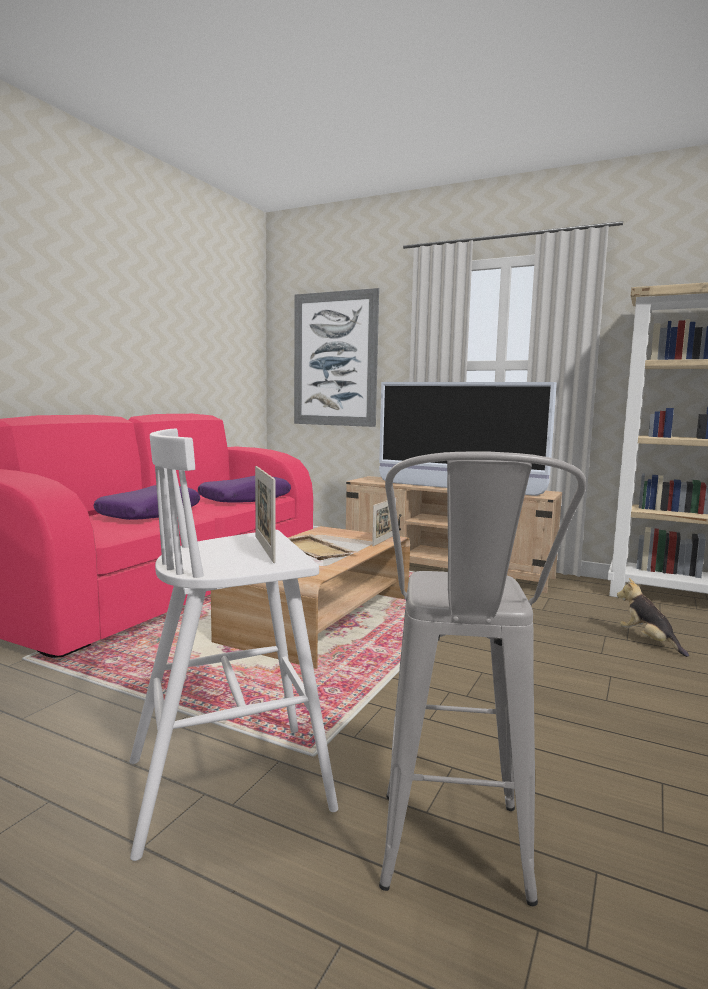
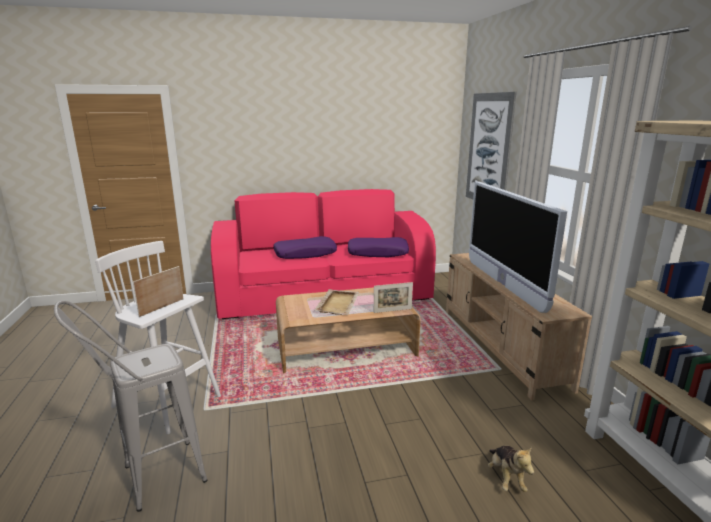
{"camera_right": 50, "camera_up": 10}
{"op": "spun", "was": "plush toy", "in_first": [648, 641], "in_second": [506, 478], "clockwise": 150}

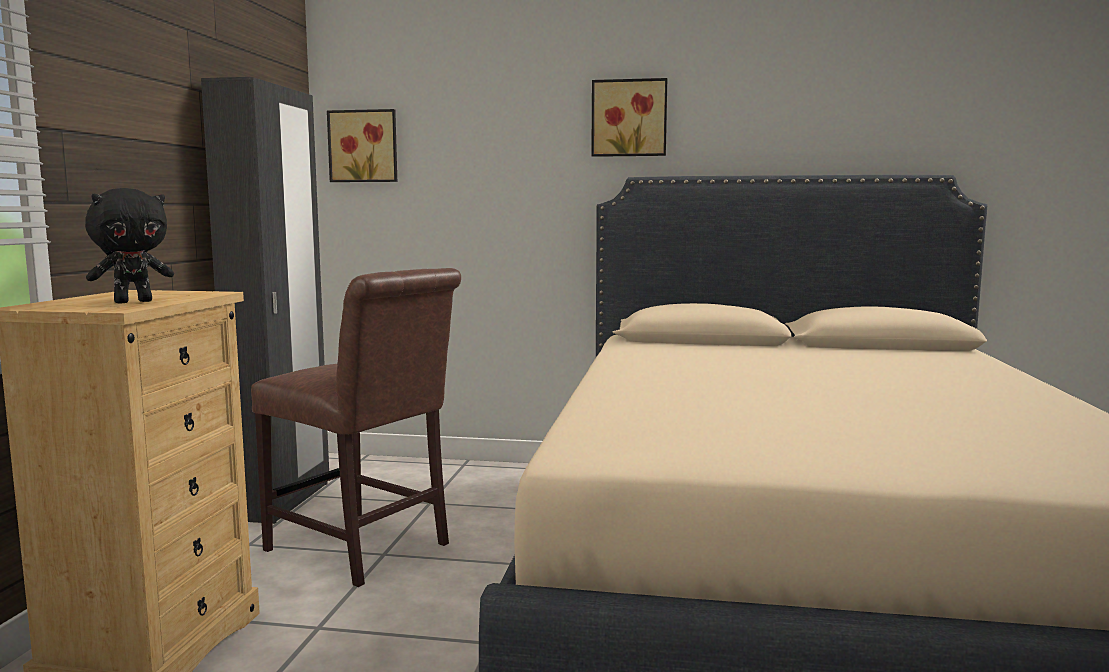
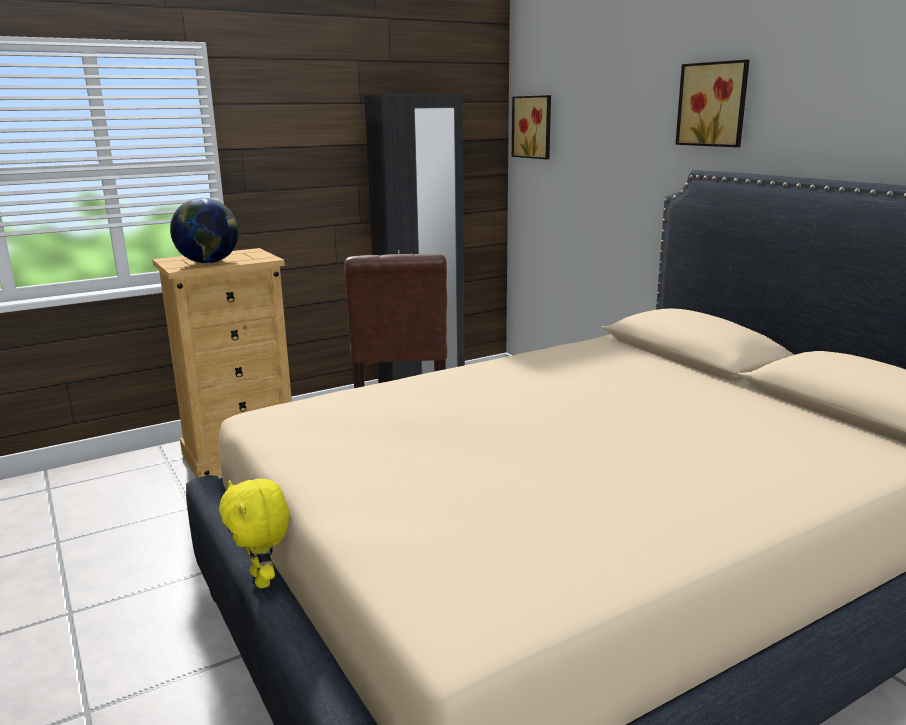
{"camera_right": 50, "camera_up": 10}
{"op": "appeared", "now": "plush toy in yellow", "in_second": [263, 579]}
{"op": "exchanged", "was": "plush toy in black", "now": "globe", "in_first": [133, 302], "in_second": [209, 262]}

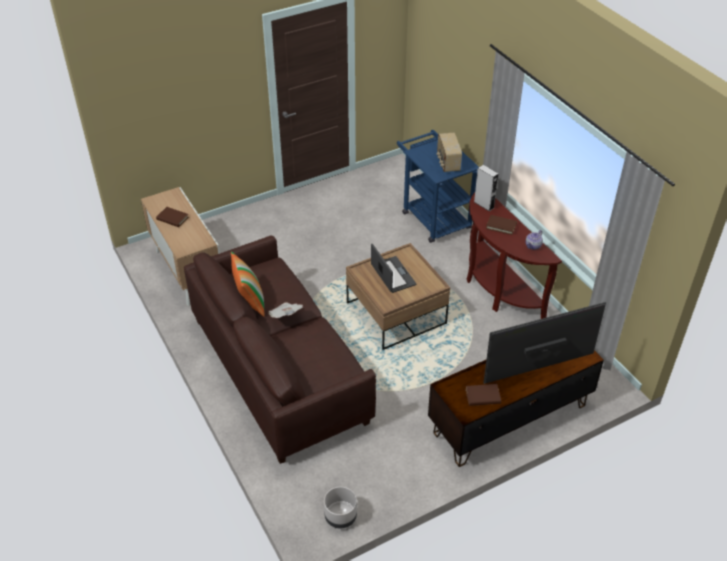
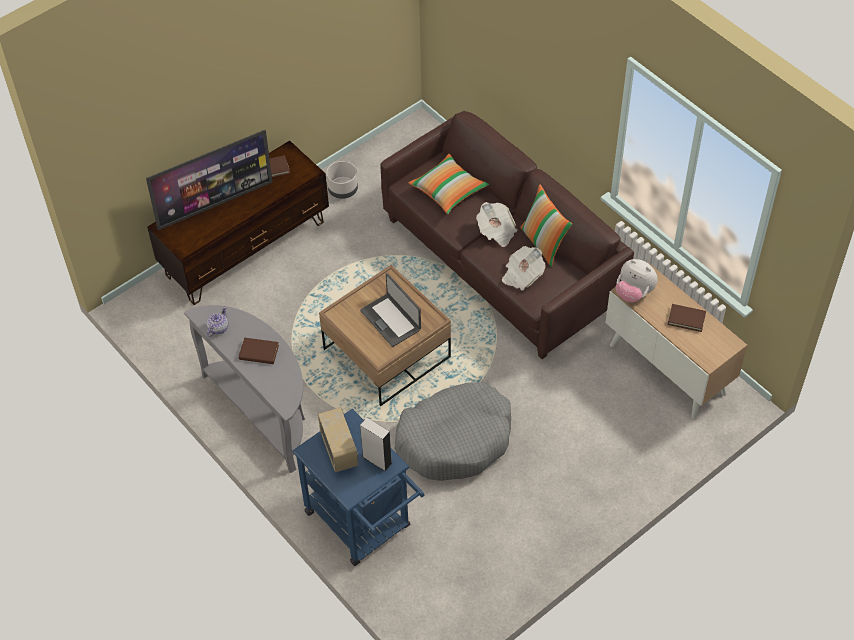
{"camera_right": 170, "camera_up": 10}
{"op": "appeared", "now": "dog bed in grey", "in_second": [455, 439]}
{"op": "appeared", "now": "pillow", "in_second": [448, 190]}
{"op": "appeared", "now": "newspaper", "in_second": [522, 275]}
{"op": "appeared", "now": "plush toy", "in_second": [634, 293]}
{"op": "relocated", "was": "planter in grey", "in_first": [340, 517], "in_second": [343, 190]}
{"op": "relocated", "was": "speaker in grey", "in_first": [484, 204], "in_second": [377, 460]}
{"op": "colour", "was": "console table in brown", "now": "console table in grey", "in_first": [497, 288], "in_second": [263, 412]}

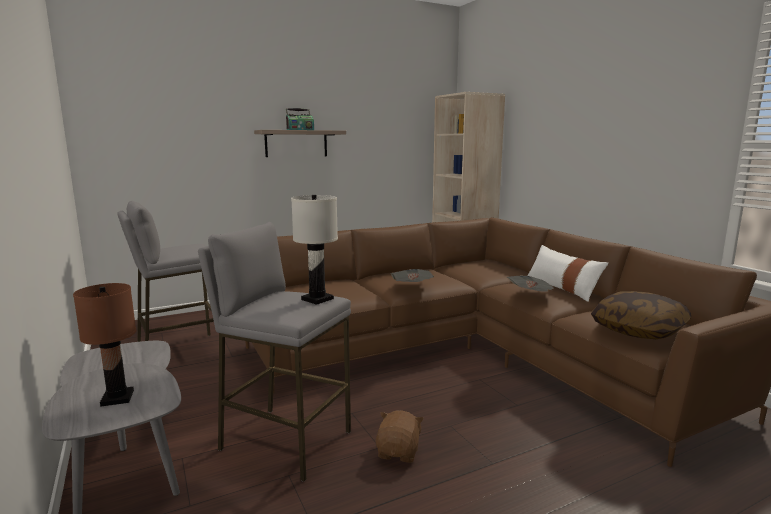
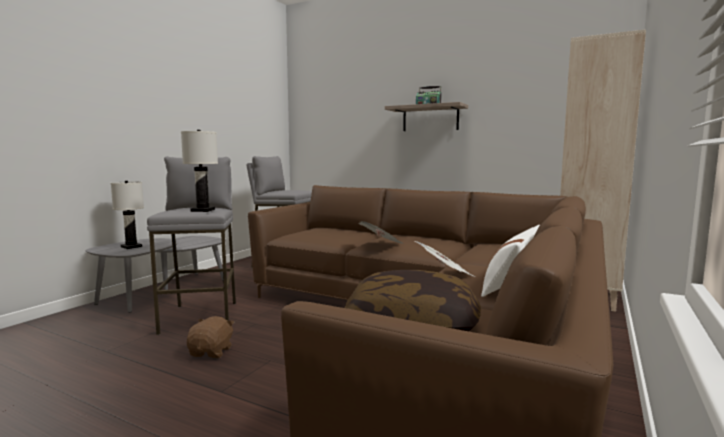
{"camera_right": 55, "camera_up": -5}
{"op": "colour", "was": "table lamp in brown", "now": "table lamp in white", "in_first": [118, 398], "in_second": [131, 247]}
{"op": "spun", "was": "plush toy in brown", "in_first": [399, 452], "in_second": [211, 352], "clockwise": -60}

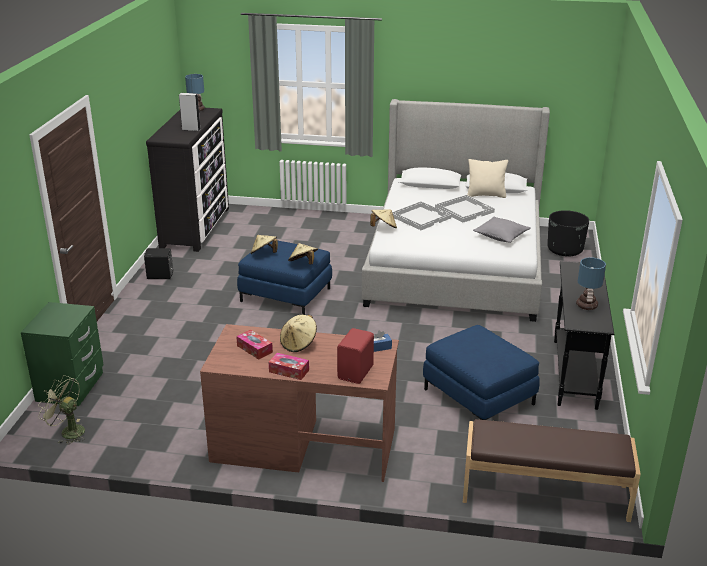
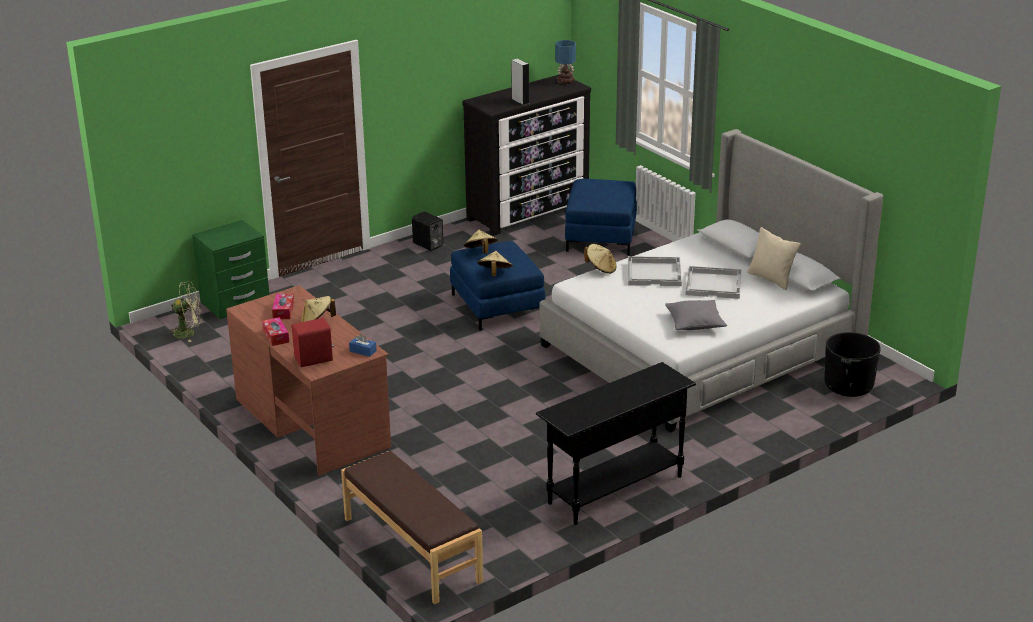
{"camera_right": 45, "camera_up": 0}
{"op": "missing", "was": "table lamp", "in_first": [586, 305]}
{"op": "relocated", "was": "ottoman in blue", "in_first": [479, 396], "in_second": [601, 236]}
{"op": "spun", "was": "fan in green", "in_first": [68, 431], "in_second": [189, 333], "clockwise": 105}

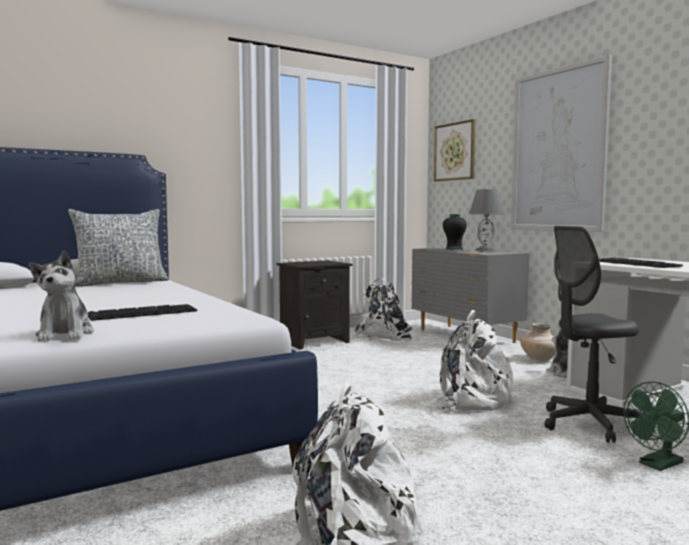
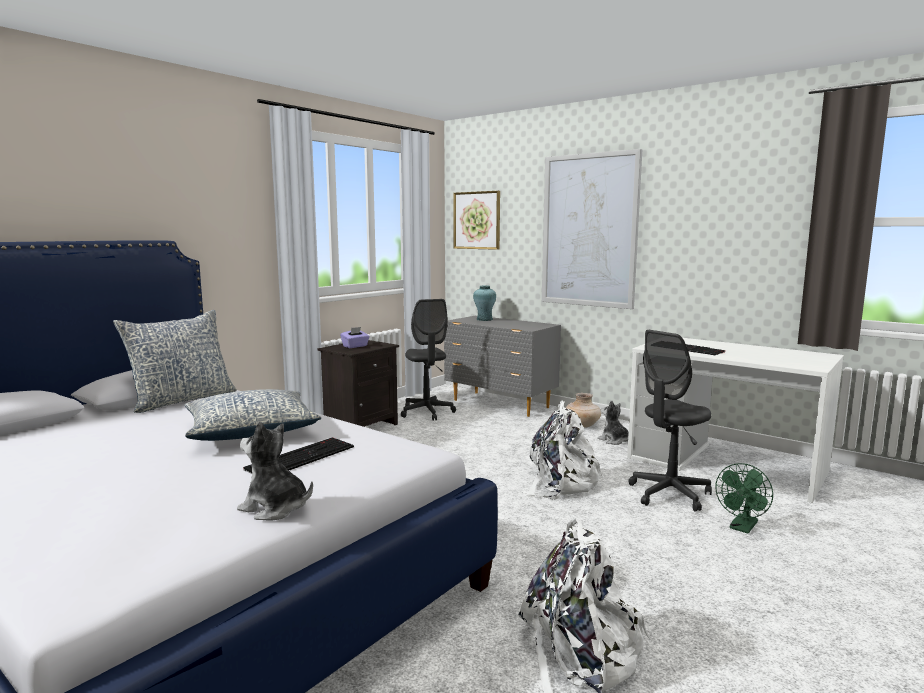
{"camera_right": -20, "camera_up": 5}
{"op": "missing", "was": "table lamp in grey", "in_first": [485, 250]}
{"op": "appeared", "now": "pillow", "in_second": [251, 431]}
{"op": "appeared", "now": "tissue box in purple", "in_second": [355, 346]}
{"op": "exchanged", "was": "backpack in white", "now": "office chair in grey", "in_first": [385, 336], "in_second": [427, 412]}
{"op": "colour", "was": "vase in black", "now": "vase in turquoise", "in_first": [454, 249], "in_second": [484, 319]}
{"op": "spun", "was": "plush toy", "in_first": [65, 334], "in_second": [275, 508], "clockwise": 150}

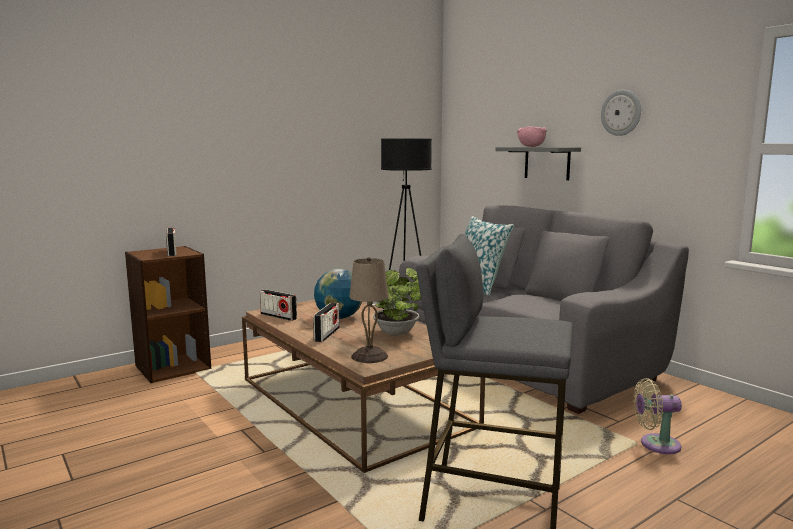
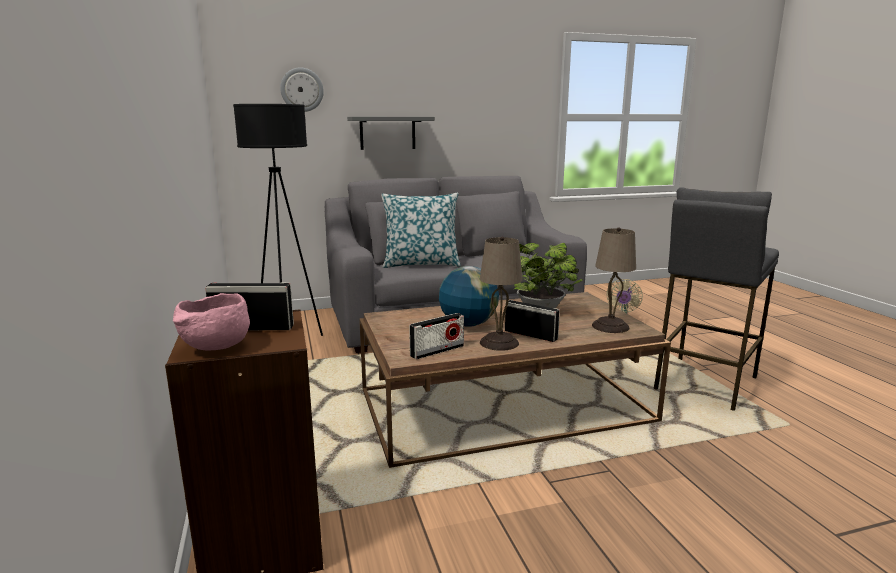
{"camera_right": -70, "camera_up": 5}
{"op": "appeared", "now": "table lamp in beige", "in_second": [498, 342]}
{"op": "relocated", "was": "bowl in pink", "in_first": [531, 146], "in_second": [216, 348]}
{"op": "relocated", "was": "wall clock", "in_first": [621, 113], "in_second": [302, 90]}

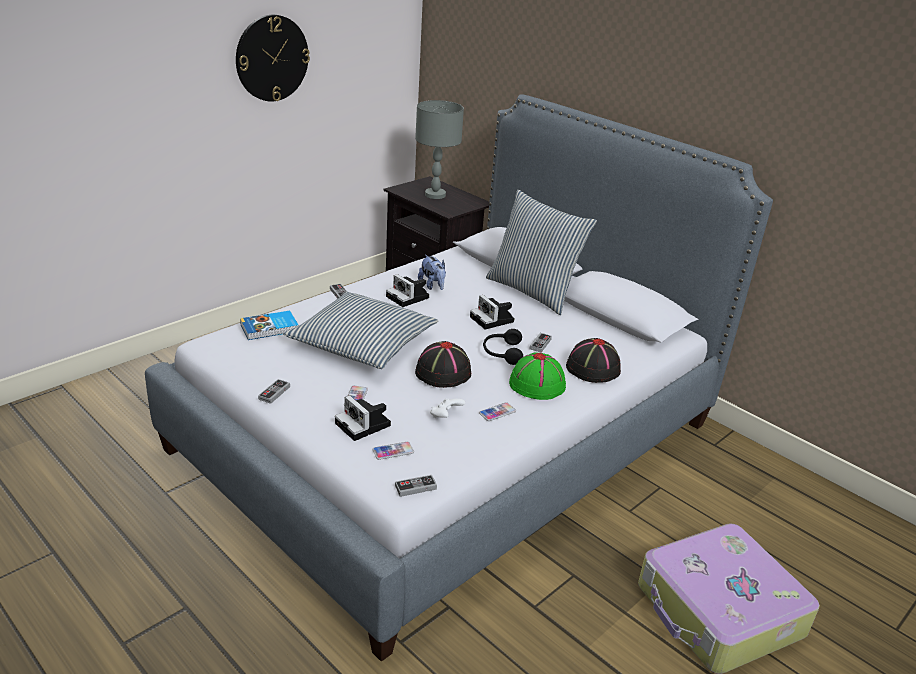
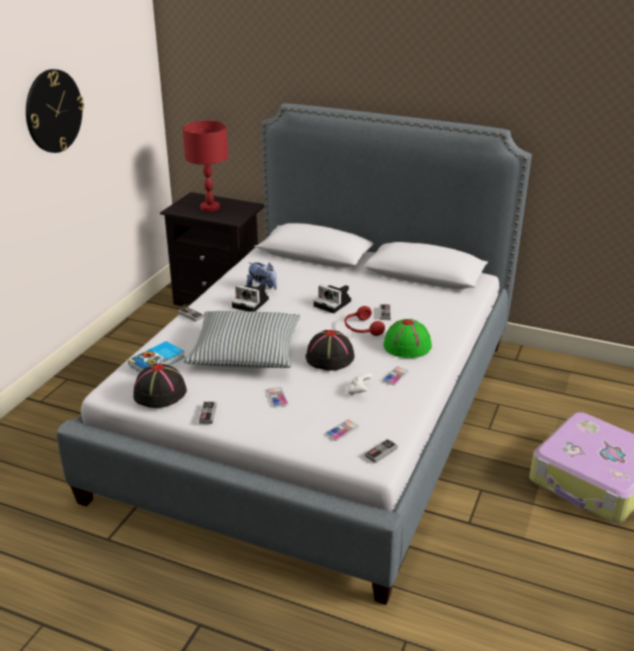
{"camera_right": -20, "camera_up": 0}
{"op": "missing", "was": "photo camera", "in_first": [364, 425]}
{"op": "missing", "was": "pillow", "in_first": [533, 291]}
{"op": "relocated", "was": "hat in black", "in_first": [592, 369], "in_second": [159, 393]}
{"op": "colour", "was": "table lamp in grey", "now": "table lamp in red", "in_first": [435, 195], "in_second": [210, 208]}
{"op": "colour", "was": "headphones in black", "now": "headphones in red", "in_first": [502, 353], "in_second": [361, 328]}

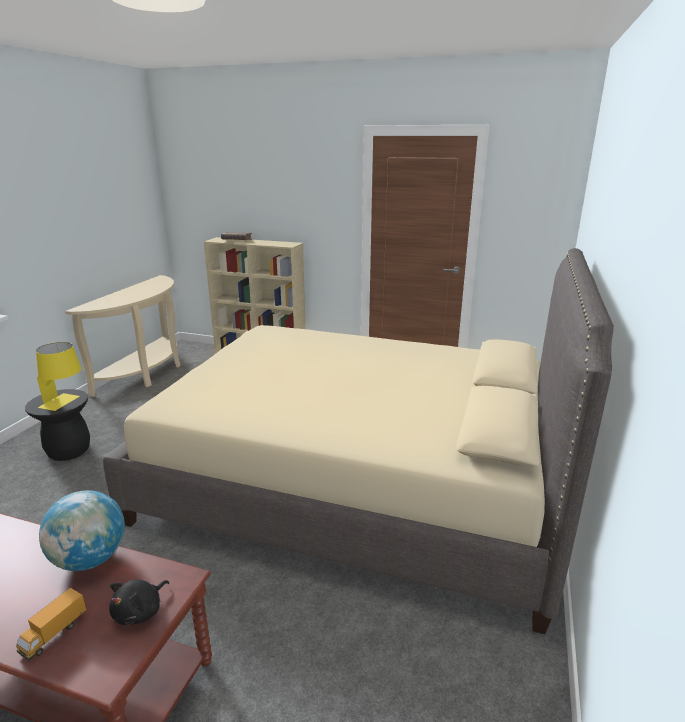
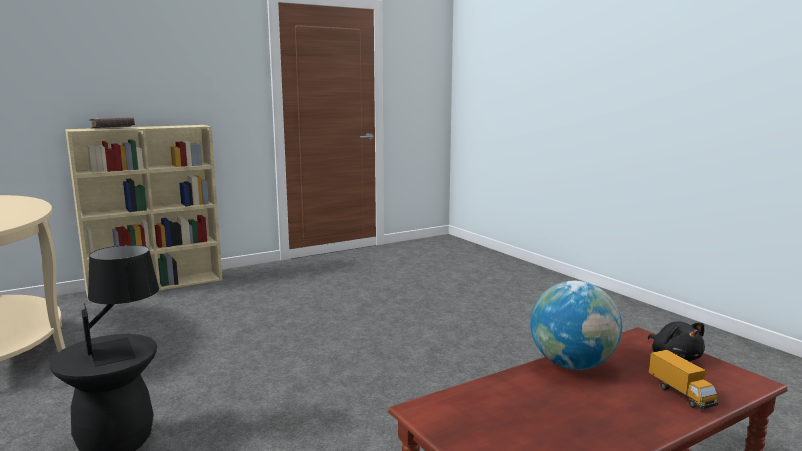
{"camera_right": -50, "camera_up": -10}
{"op": "missing", "was": "bed in beige", "in_first": [356, 482]}
{"op": "colour", "was": "table lamp in yellow", "now": "table lamp in black", "in_first": [65, 402], "in_second": [125, 348]}

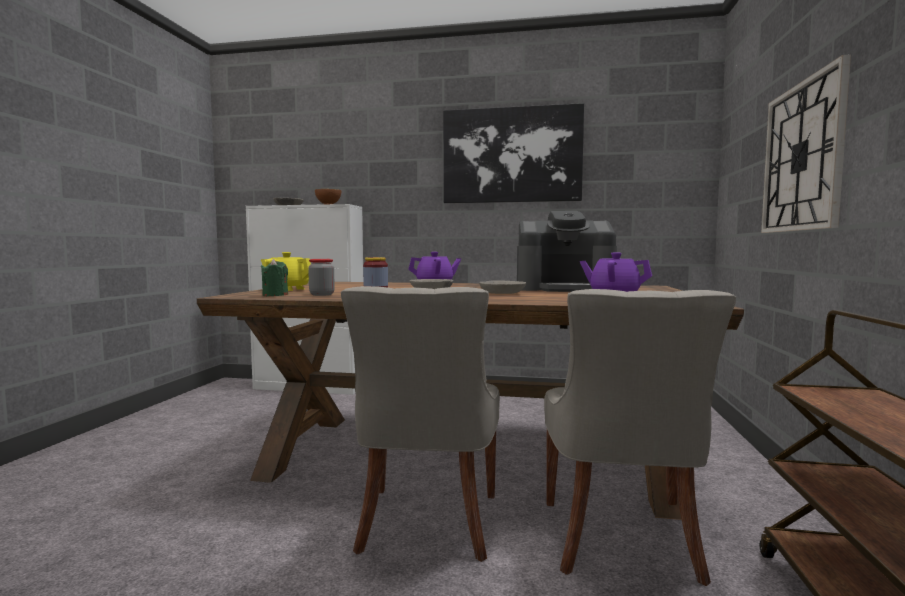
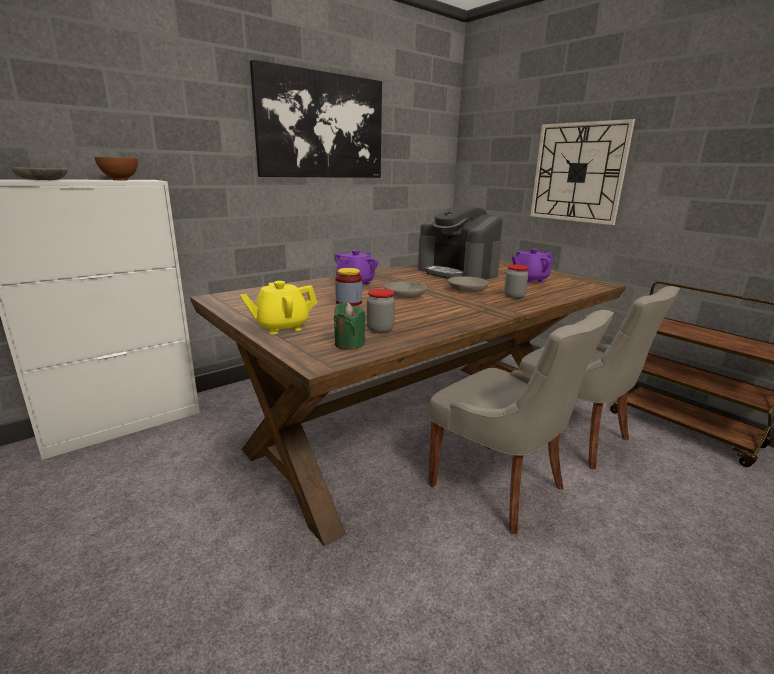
{"camera_right": -50, "camera_up": 15}
{"op": "appeared", "now": "jar", "in_second": [514, 296]}
{"op": "spun", "was": "coffee machine", "in_first": [564, 288], "in_second": [458, 272], "clockwise": 90}

